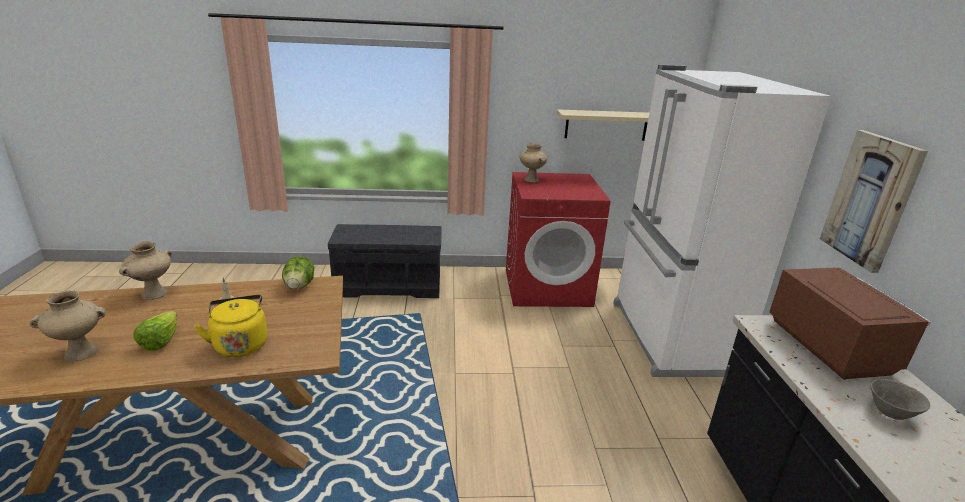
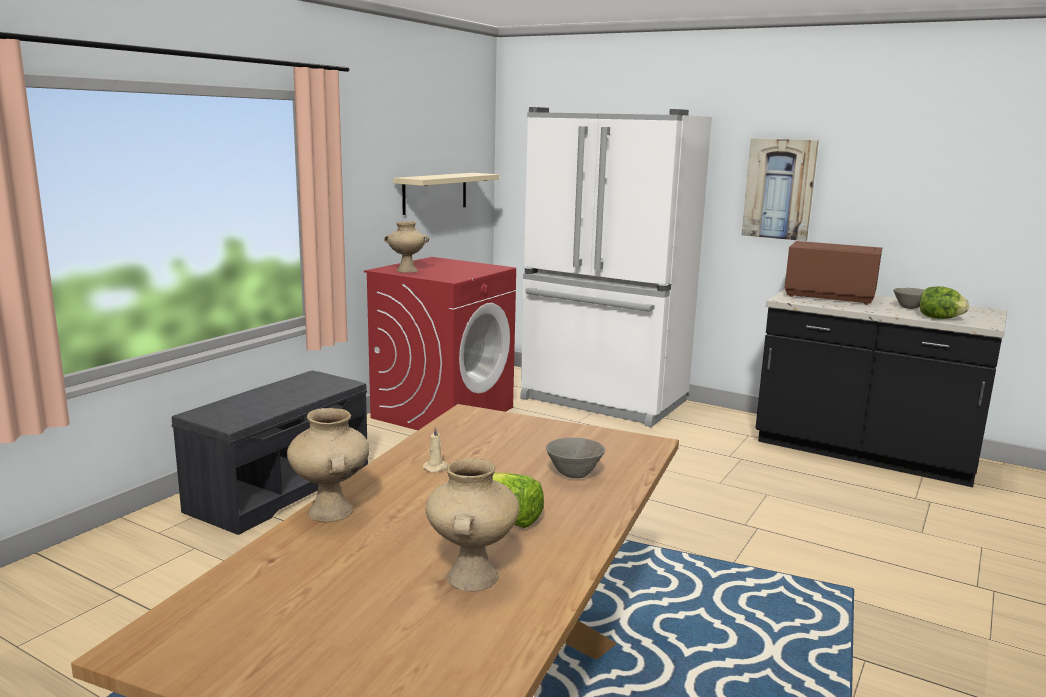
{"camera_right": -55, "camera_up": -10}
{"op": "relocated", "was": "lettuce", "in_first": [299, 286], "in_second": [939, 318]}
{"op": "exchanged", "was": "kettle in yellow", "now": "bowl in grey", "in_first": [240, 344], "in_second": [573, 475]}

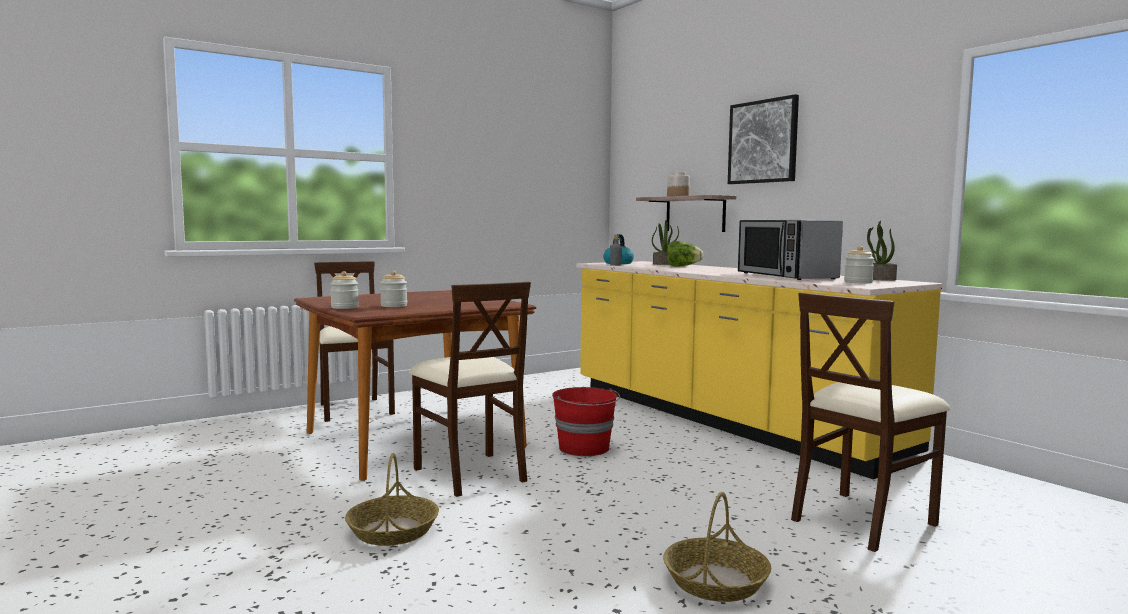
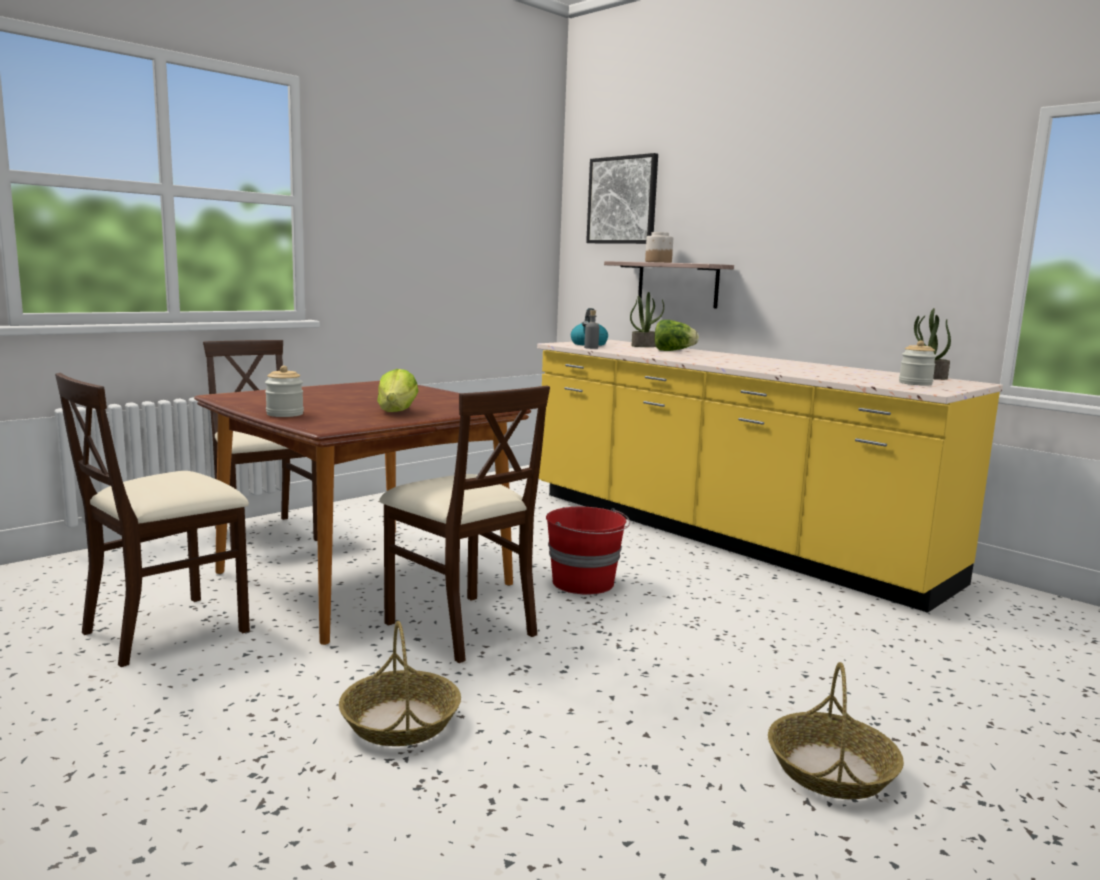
{"camera_right": -10, "camera_up": 5}
{"op": "missing", "was": "jar", "in_first": [394, 306]}
{"op": "missing", "was": "microwave", "in_first": [785, 276]}
{"op": "appeared", "now": "lettuce", "in_second": [397, 411]}
{"op": "relocated", "was": "picture", "in_first": [763, 142], "in_second": [622, 200]}
{"op": "relocated", "was": "chair in beige", "in_first": [861, 520], "in_second": [167, 629]}

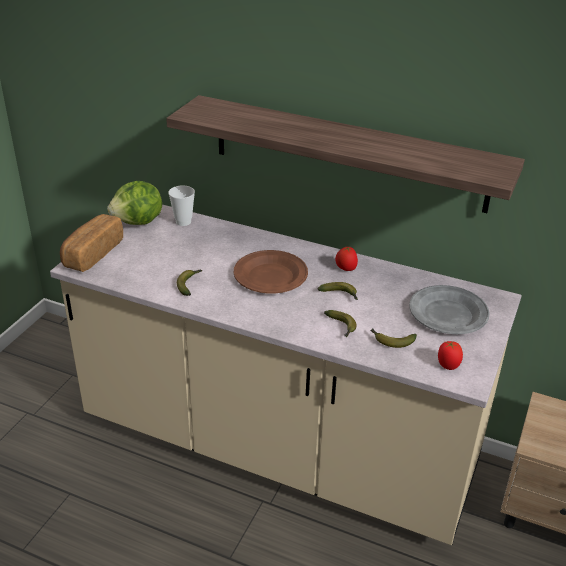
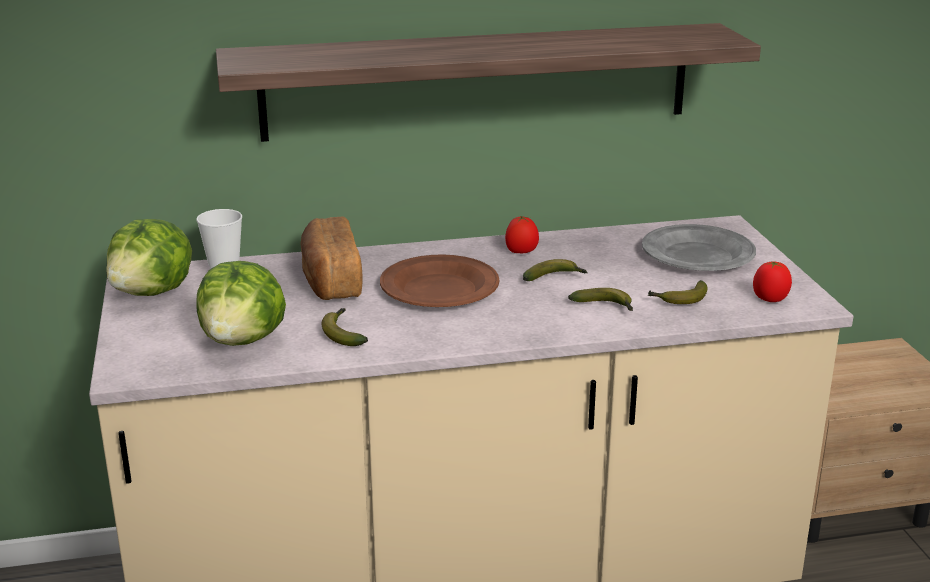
{"camera_right": -35, "camera_up": -10}
{"op": "appeared", "now": "lettuce", "in_second": [243, 340]}
{"op": "relocated", "was": "bread", "in_first": [92, 254], "in_second": [330, 279]}

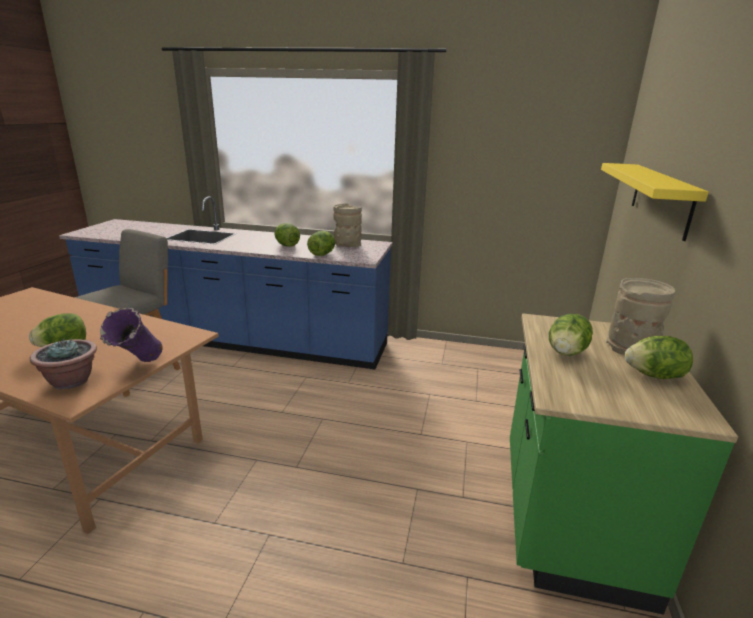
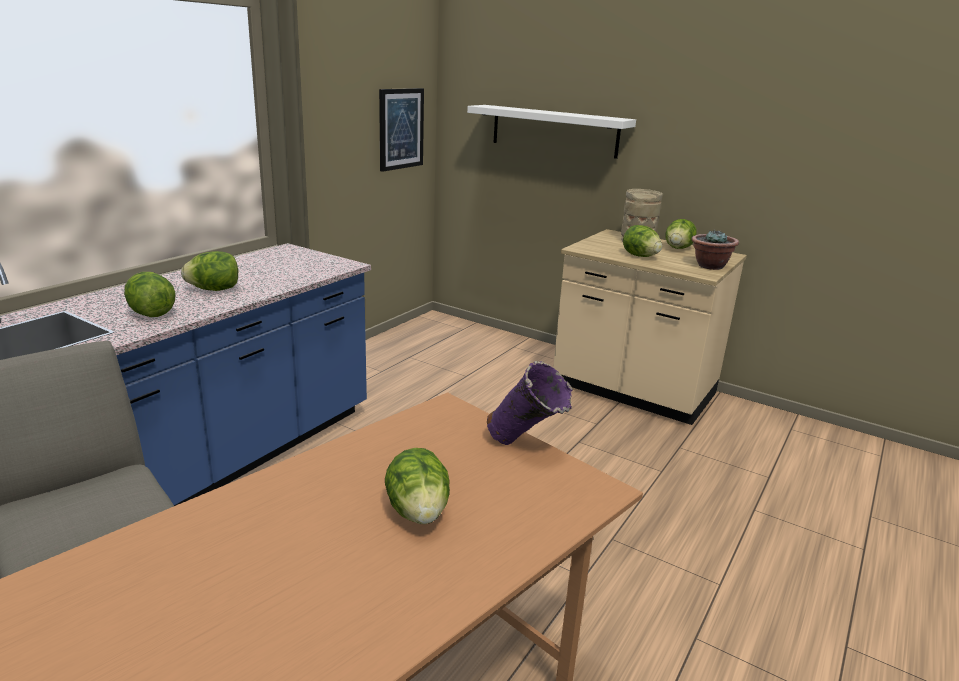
{"camera_right": -70, "camera_up": 0}
{"op": "missing", "was": "vase in beige", "in_first": [347, 245]}
{"op": "appeared", "now": "picture", "in_second": [400, 129]}
{"op": "relocated", "was": "potted plant", "in_first": [71, 381], "in_second": [710, 266]}
{"op": "relocated", "was": "lettuce", "in_first": [322, 254], "in_second": [151, 313]}
{"op": "colour", "was": "counter in green", "now": "counter in beige", "in_first": [567, 518], "in_second": [633, 391]}
{"op": "colour", "was": "shelf in yellow", "now": "shelf in white", "in_first": [660, 198], "in_second": [554, 131]}

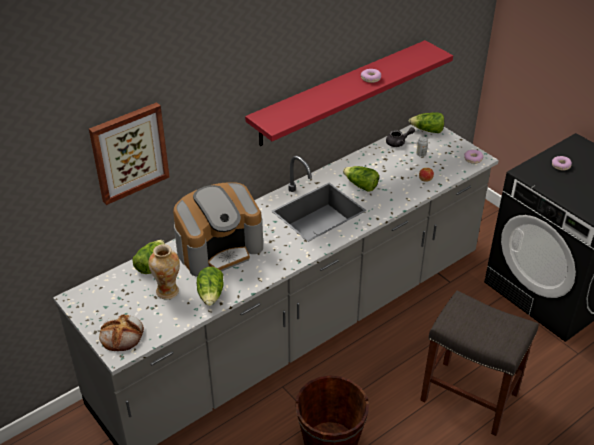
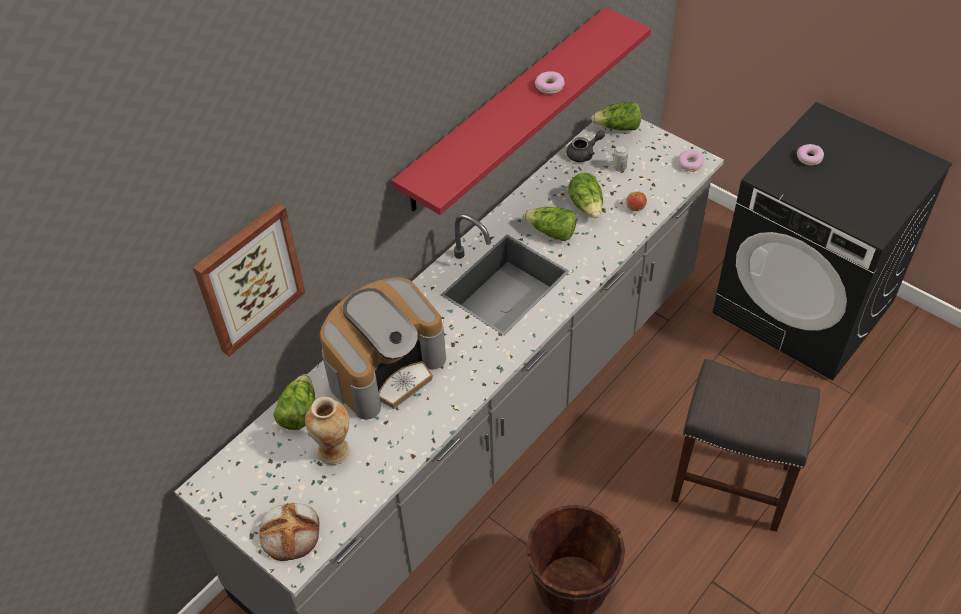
{"camera_right": -10, "camera_up": 10}
{"op": "relocated", "was": "lettuce", "in_first": [211, 295], "in_second": [587, 206]}

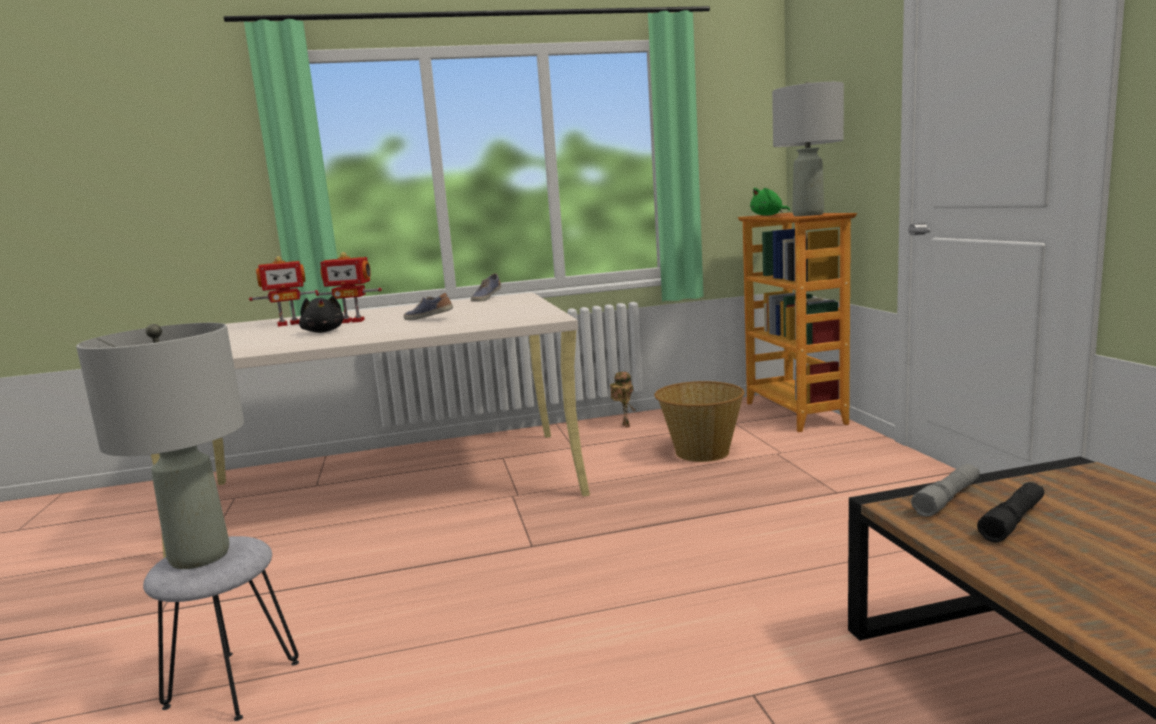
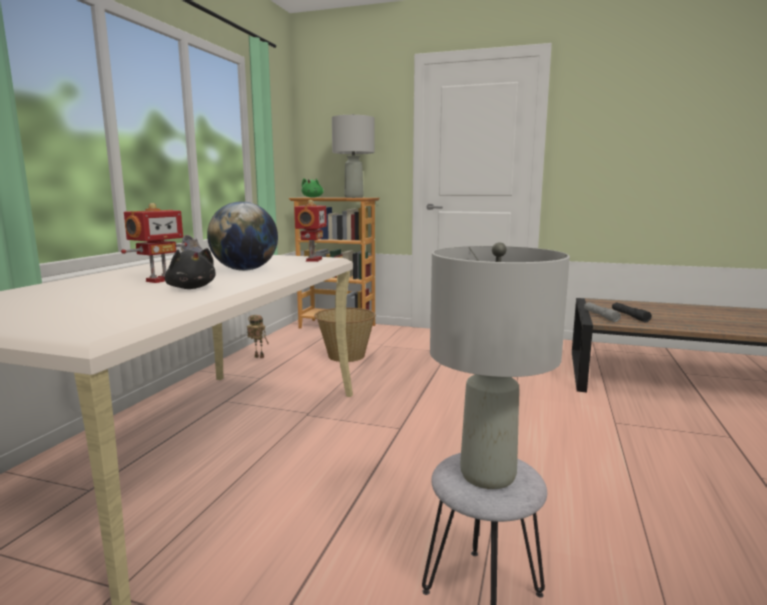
{"camera_right": -60, "camera_up": 0}
{"op": "relocated", "was": "toy robot", "in_first": [288, 324], "in_second": [312, 260]}
{"op": "exchanged", "was": "shoe", "now": "globe", "in_first": [429, 318], "in_second": [245, 270]}
{"op": "spun", "was": "plush toy in black", "in_first": [323, 331], "in_second": [191, 288], "clockwise": 45}

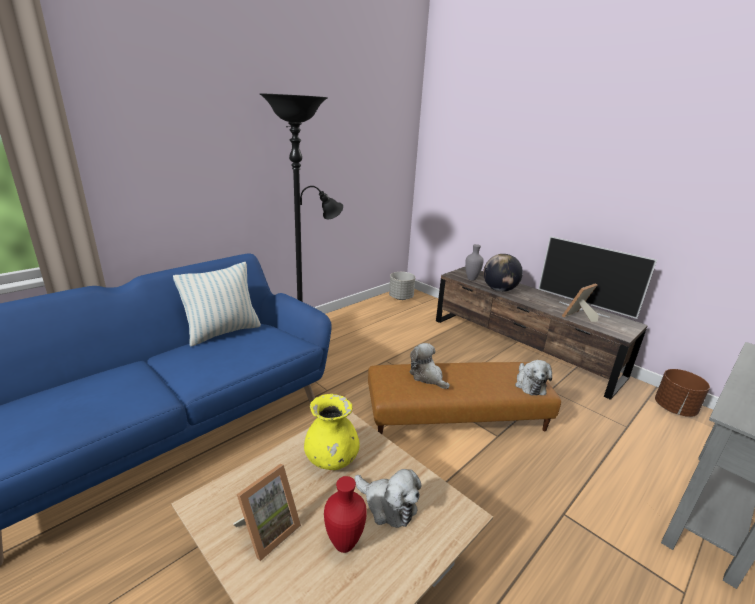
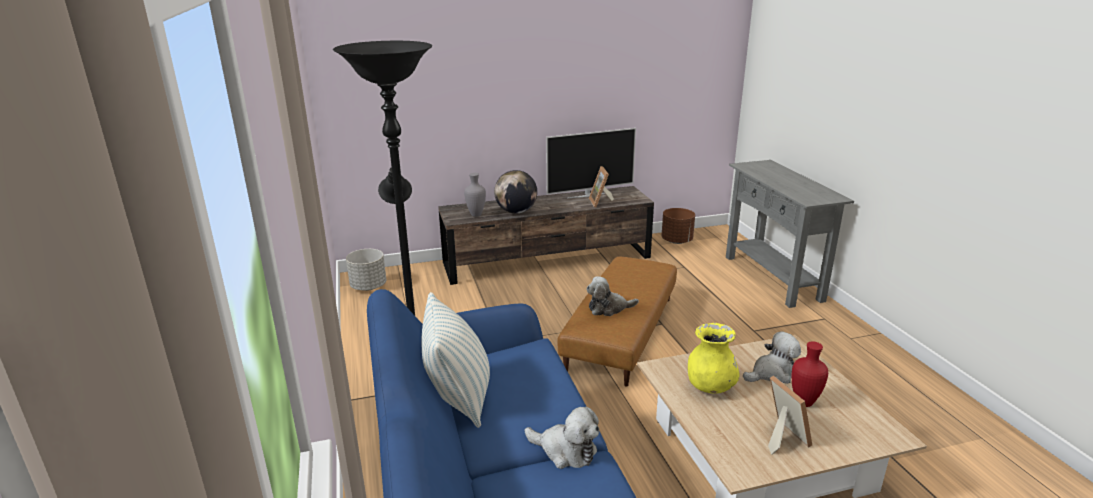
{"camera_right": -60, "camera_up": 0}
{"op": "relocated", "was": "plush toy", "in_first": [529, 384], "in_second": [565, 451]}

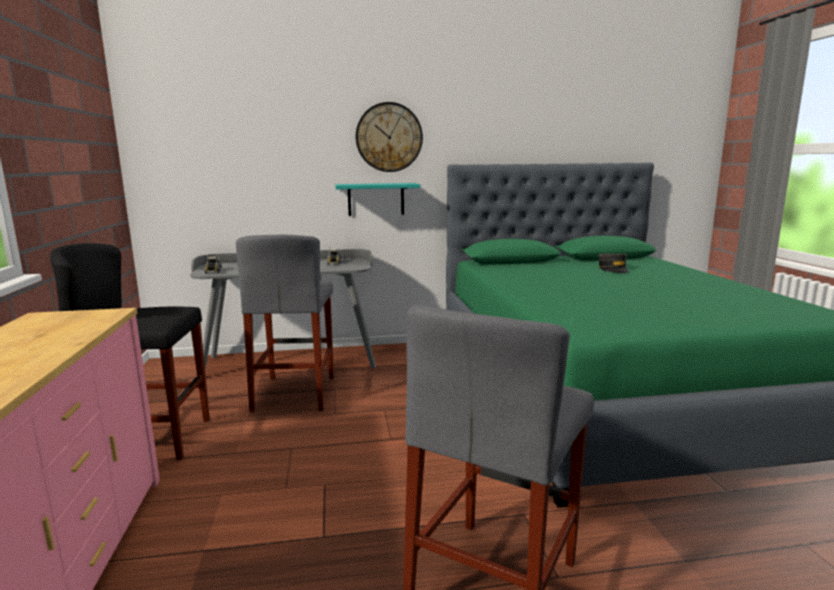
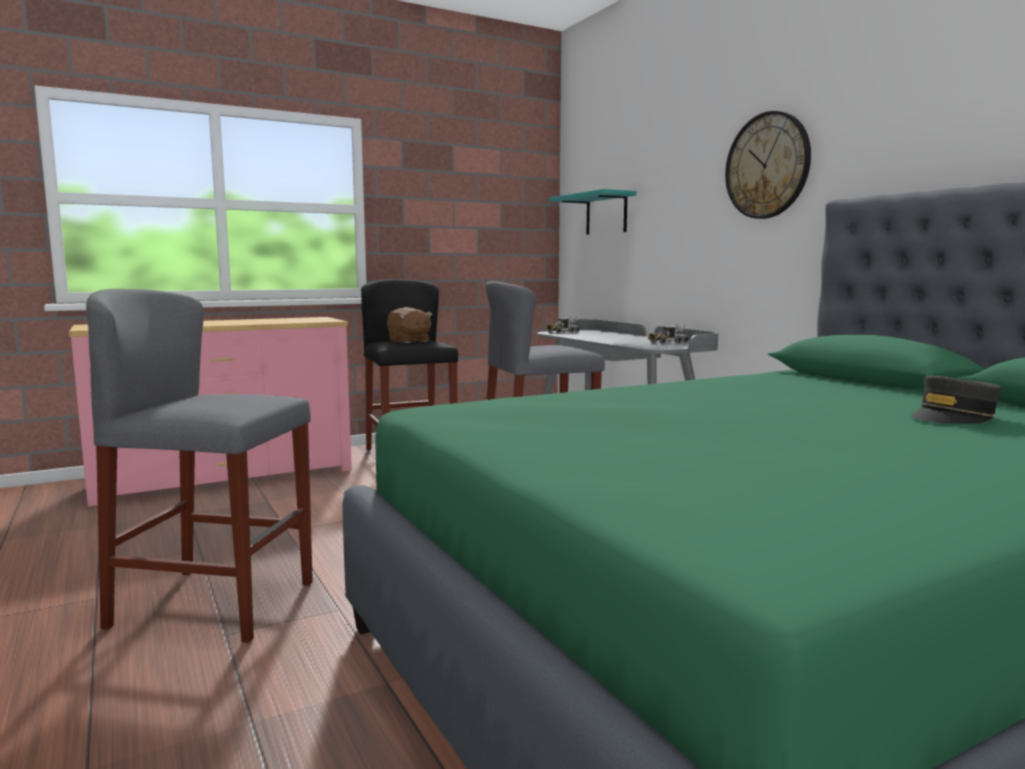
{"camera_right": 70, "camera_up": -5}
{"op": "appeared", "now": "plush toy in brown", "in_second": [409, 341]}
{"op": "relocated", "was": "shelf in turquoise", "in_first": [376, 199], "in_second": [606, 214]}

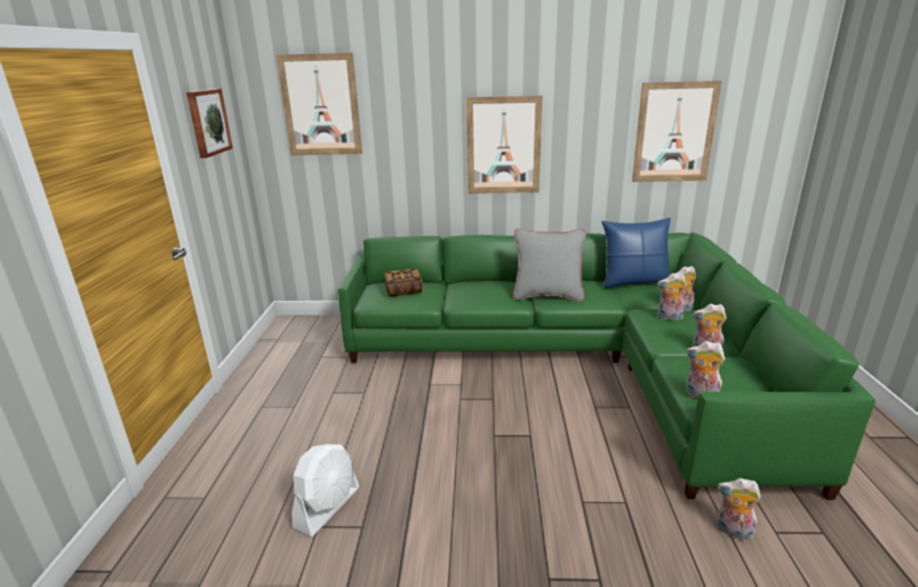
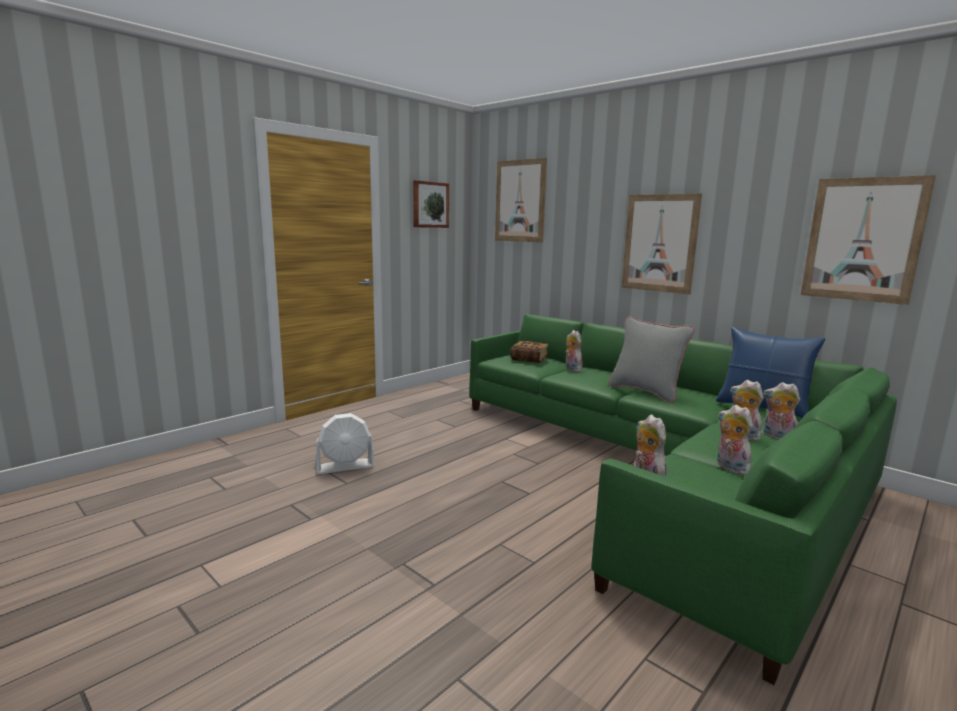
{"camera_right": 40, "camera_up": -10}
{"op": "relocated", "was": "plush toy", "in_first": [732, 531], "in_second": [571, 369]}

